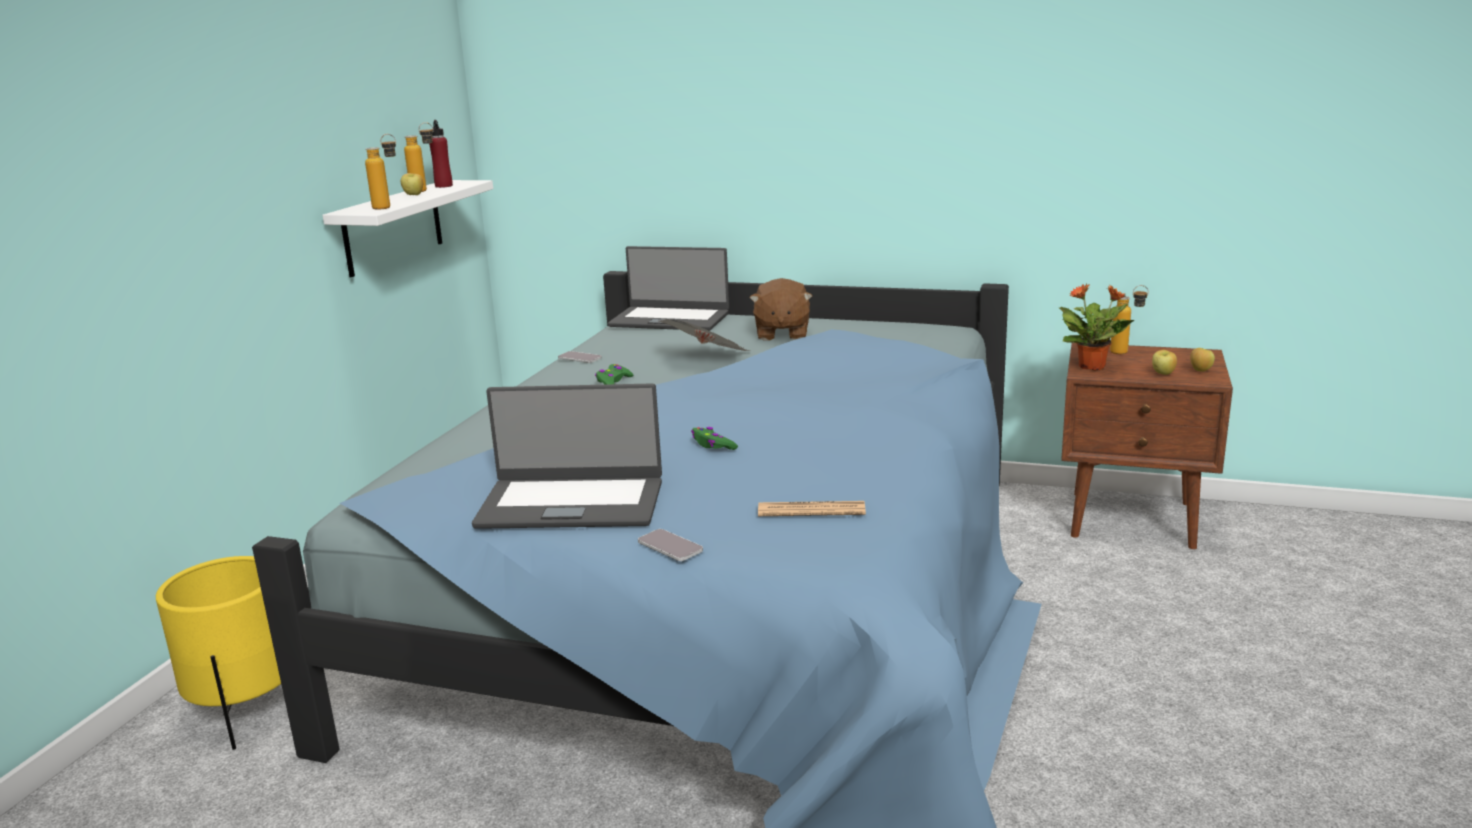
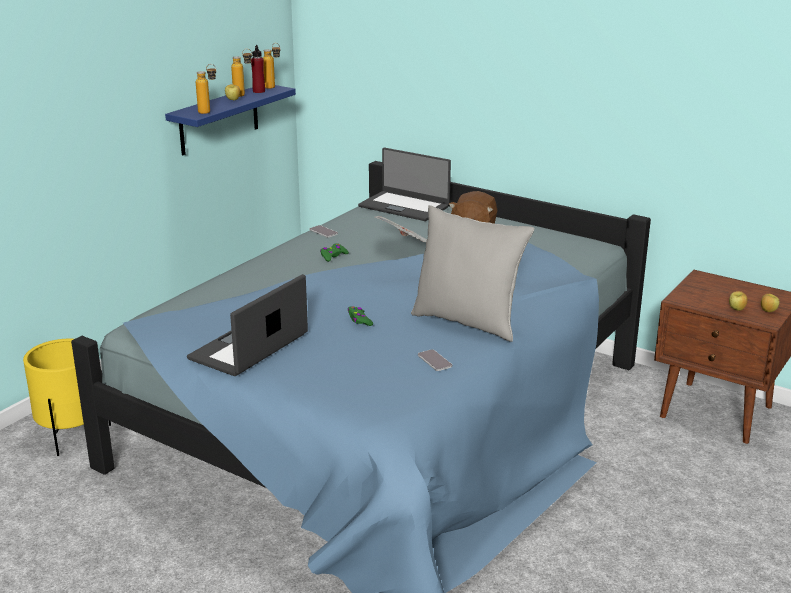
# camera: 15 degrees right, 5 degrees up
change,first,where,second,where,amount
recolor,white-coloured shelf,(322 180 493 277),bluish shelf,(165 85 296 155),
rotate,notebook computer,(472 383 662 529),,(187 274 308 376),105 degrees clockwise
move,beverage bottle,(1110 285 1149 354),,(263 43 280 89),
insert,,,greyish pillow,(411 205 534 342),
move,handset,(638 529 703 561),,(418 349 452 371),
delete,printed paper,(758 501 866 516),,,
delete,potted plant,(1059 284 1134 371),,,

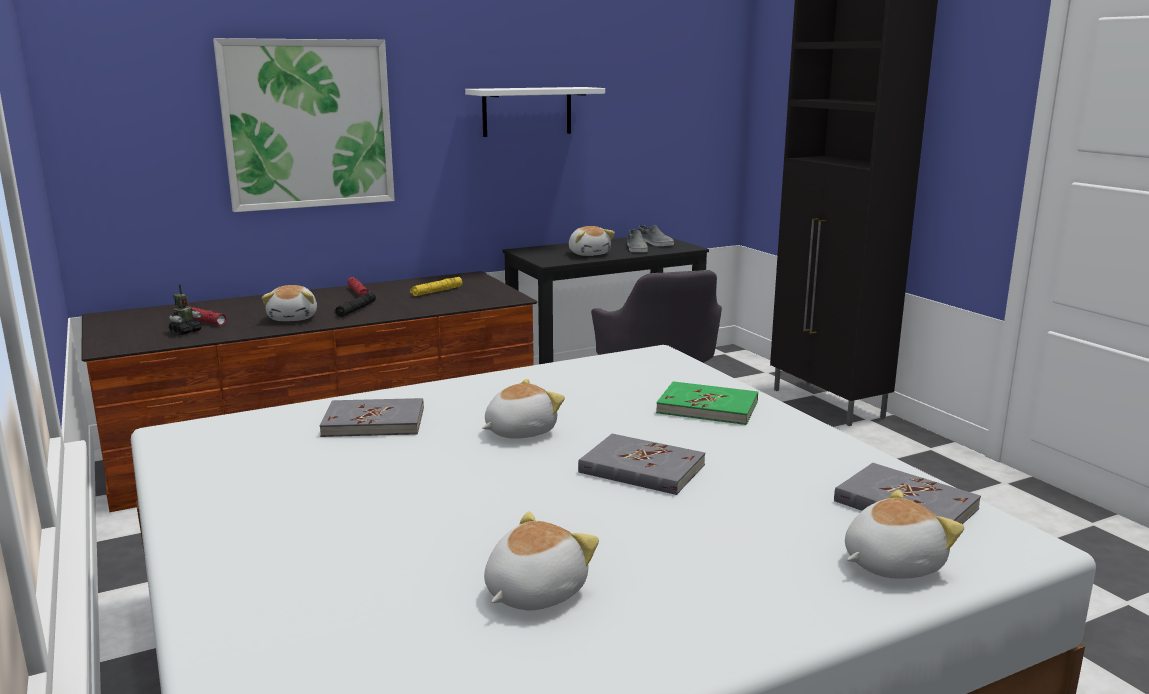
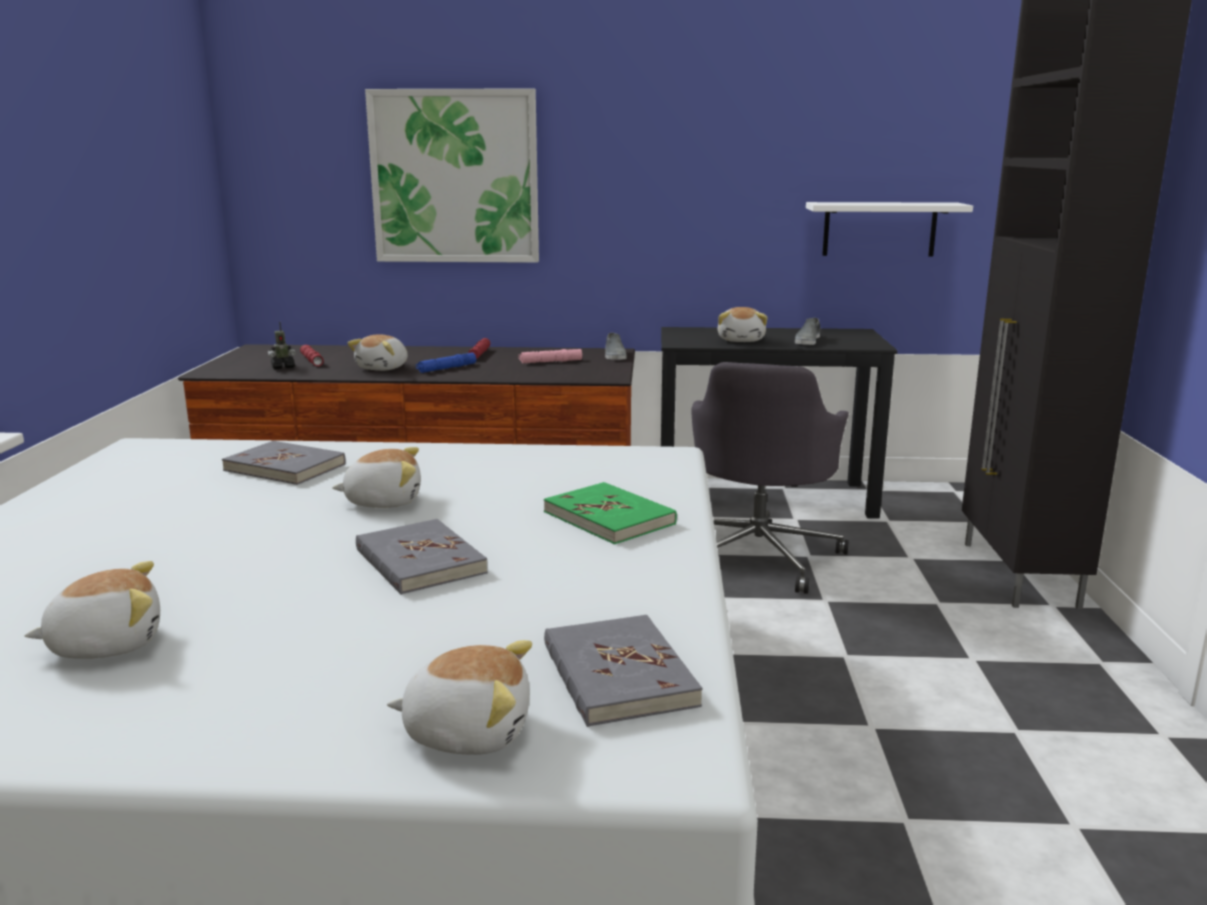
# camera: 30 degrees right, 0 degrees up
change,first,where,second,where,amount
recolor,black-coloured flashlight,(334 292 376 317),bluish flashlight,(416 353 476 373),
recolor,yellowish flashlight,(410 277 462 296),pink flashlight,(518 349 582 364),
move,greyish low shoe,(638 225 674 246),,(605 333 626 360),
move,white-coloured shelf,(465 87 605 137),,(806 202 973 256),

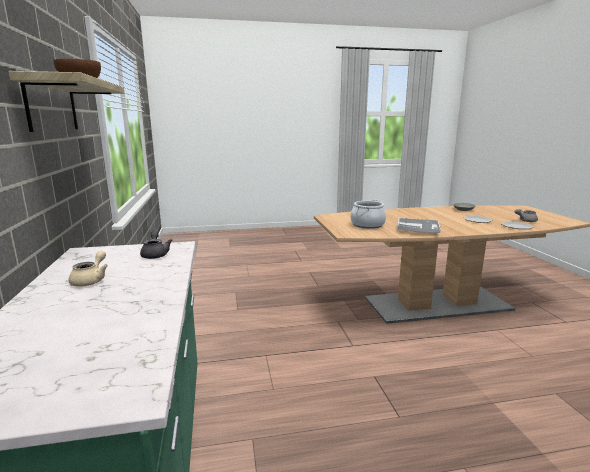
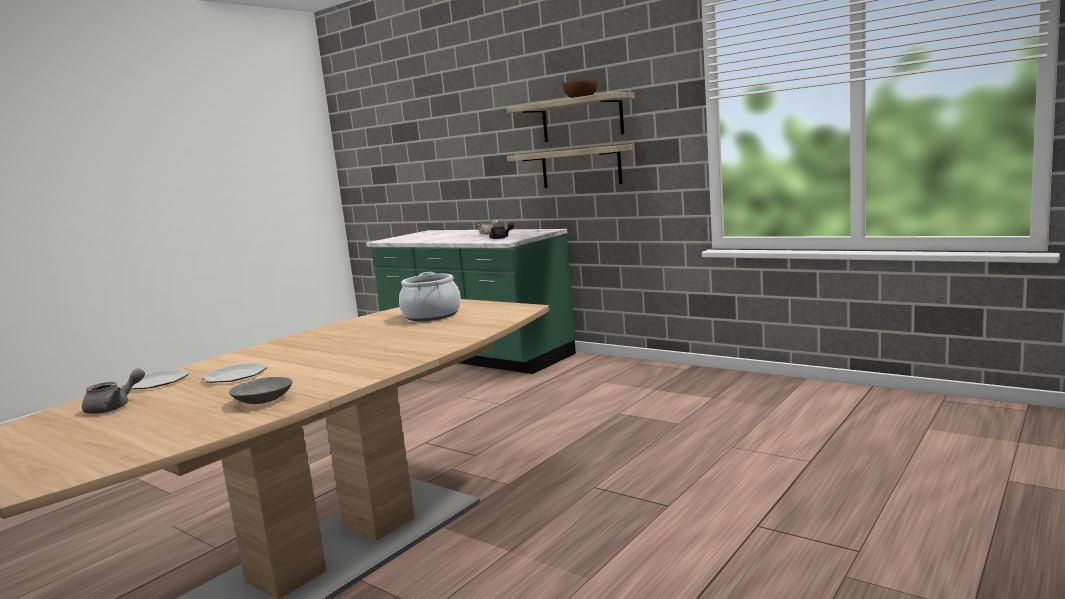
# camera: 140 degrees right, 5 degrees down
change,first,where,second,where,amount
insert,,,shelf,(507 144 633 188),
delete,greyish carrying tray,(398 218 441 233),,,

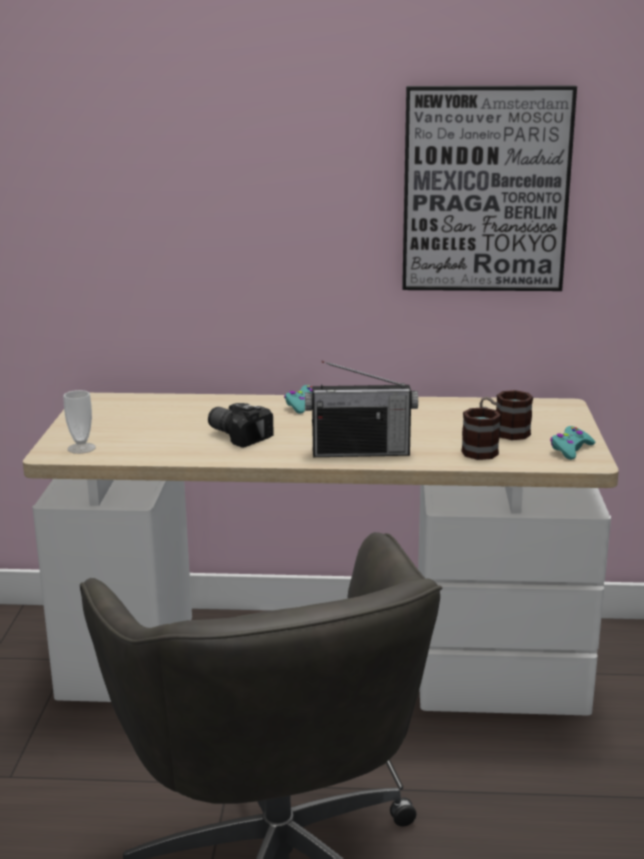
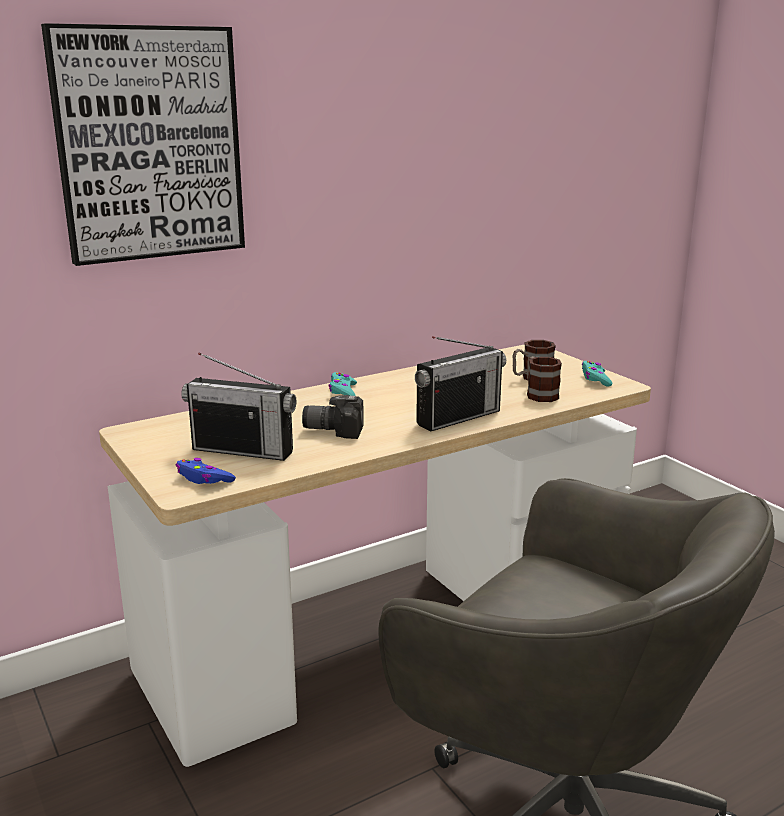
# camera: 35 degrees left, 0 degrees up
change,first,where,second,where,amount
move,picture,(402 85 577 291),,(41 23 245 266),
replace,small cup,(63 390 96 454),bluish joypad,(175 458 236 484),
insert,,,radio set,(181 352 296 461),

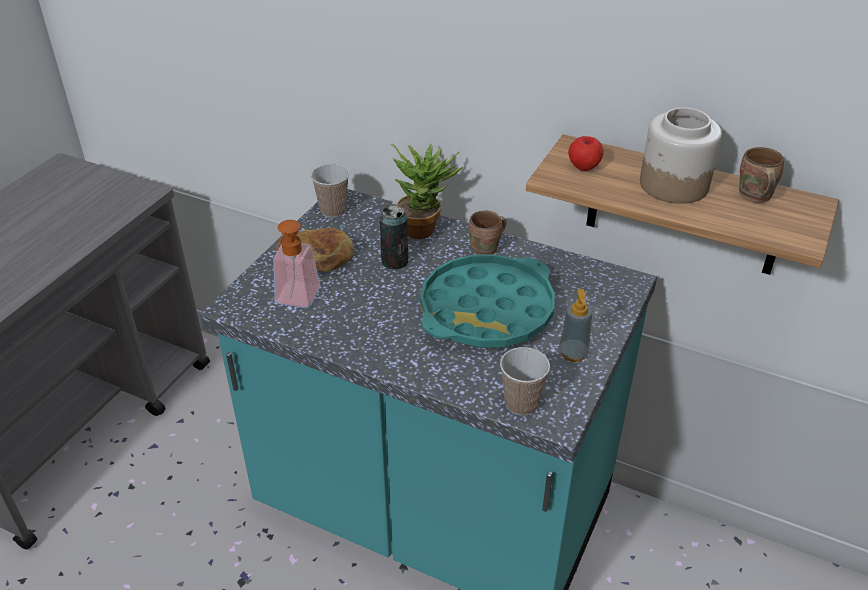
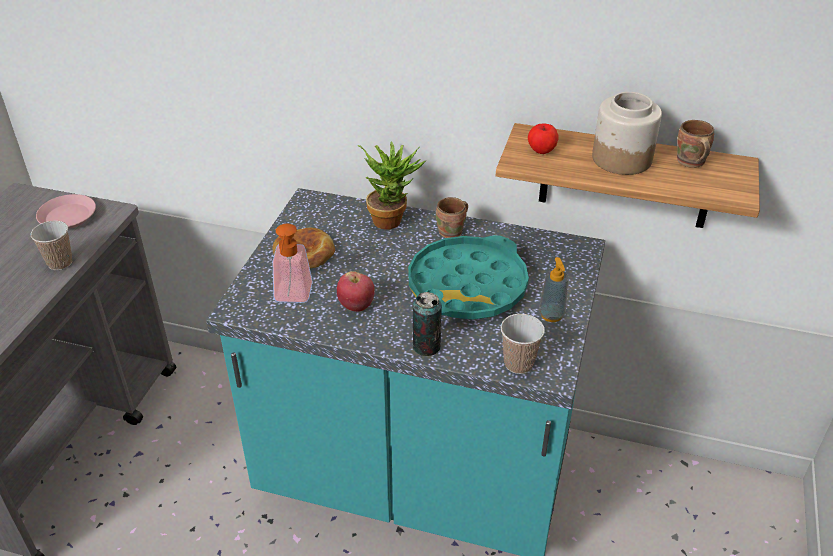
# camera: 10 degrees left, 0 degrees up
change,first,where,second,where,amount
move,small cup,(311 164 349 218),,(31 220 72 270),
insert,,,pink dinner plate,(36 194 96 229),
insert,,,whole apple,(337 271 375 312),
move,can,(380 205 408 269),,(413 292 442 356),

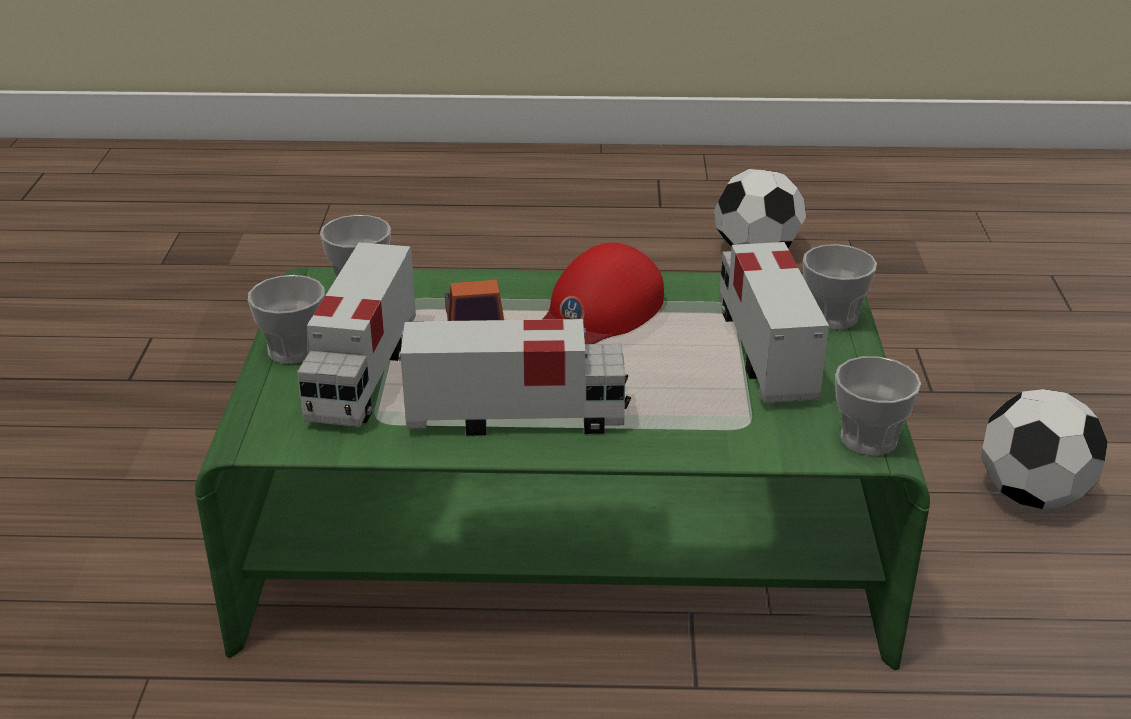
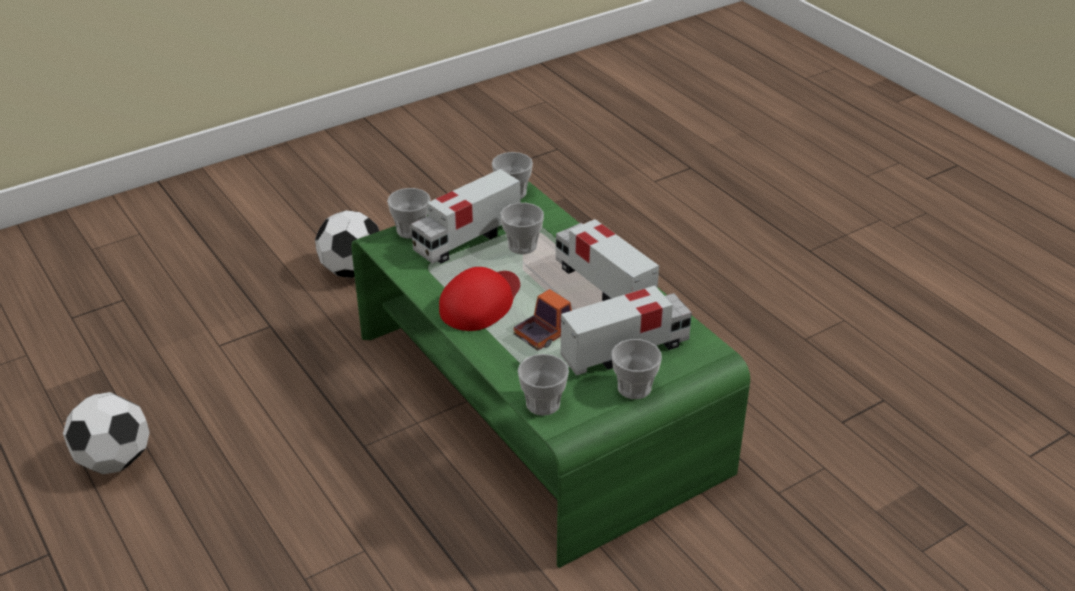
# camera: 125 degrees left, 5 degrees up
change,first,where,second,where,amount
rotate,reddish baseball cap,(542 243 664 344),,(439 267 520 331),60 degrees counterclockwise
insert,,,small cup,(501 203 544 254),

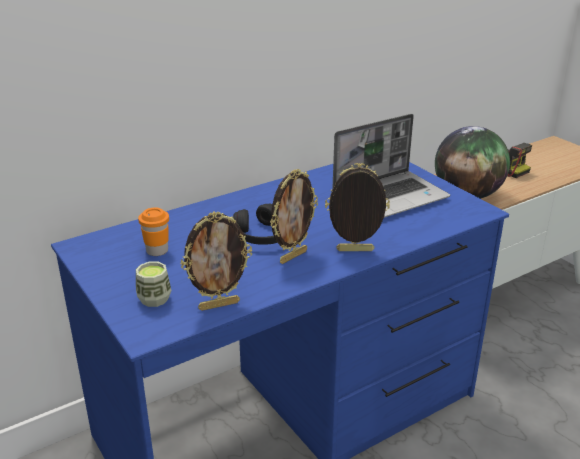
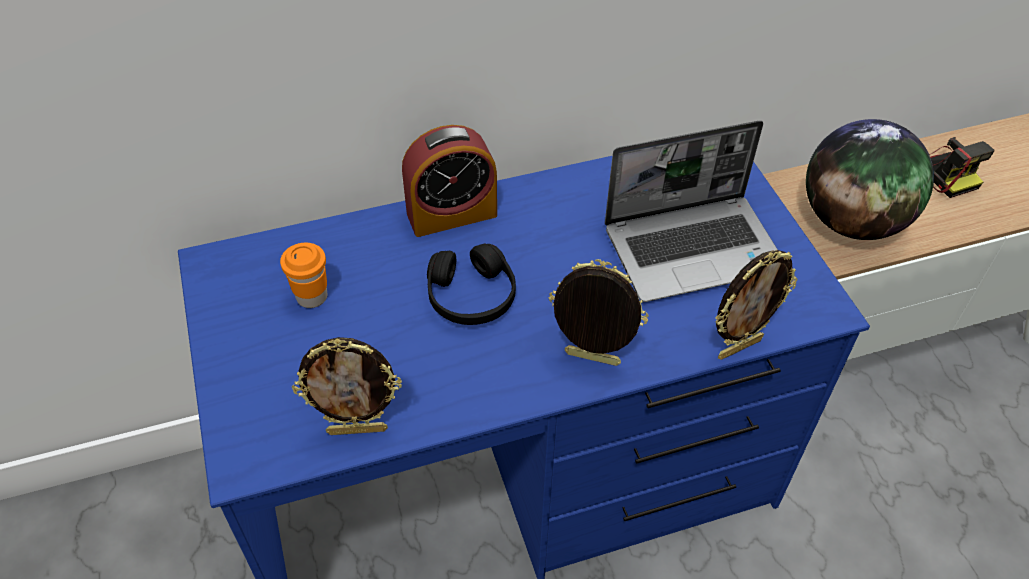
# camera: 15 degrees right, 20 degrees up
change,first,where,second,where,amount
insert,,,alarm clock,(402 125 497 237),
move,standing frame,(270 169 318 264),,(715 250 798 360),
delete,small cup,(136 262 172 307),,,

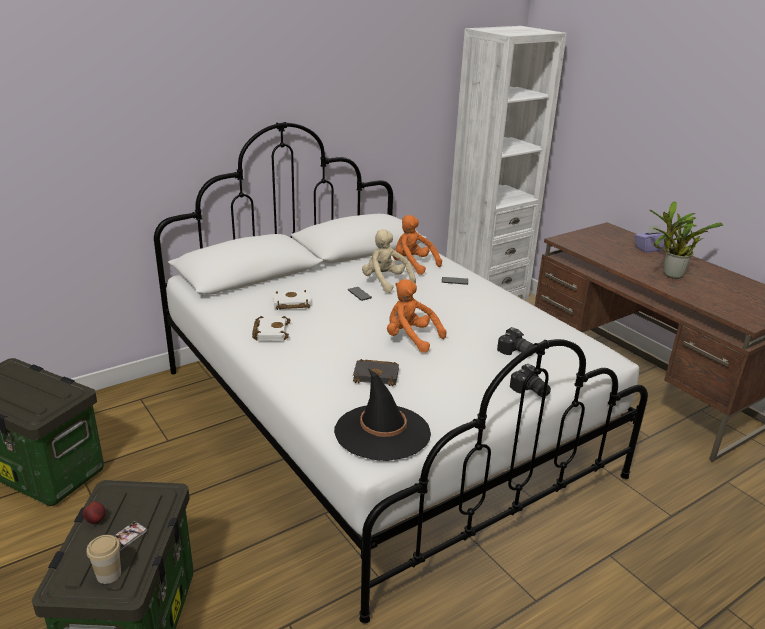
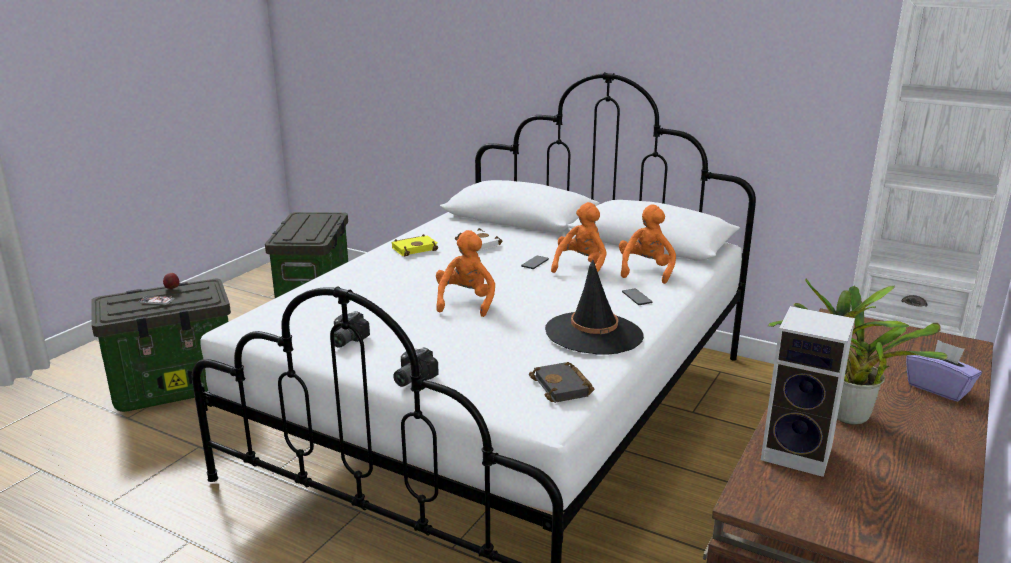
# camera: 65 degrees right, 5 degrees down
change,first,where,second,where,amount
move,photo camera,(497 327 534 356),,(334 311 370 348),
recolor,white-coloured volume,(252 316 290 341),yellowish volume,(392 234 438 257),
move,black-coloured volume,(353 359 399 386),,(529 362 594 403),
move,black-coloured hat,(334 368 431 461),,(545 260 644 355),
recolor,beige-coloured soft toy,(362 229 416 293),orange soft toy,(551 202 607 273),
insert,,,audio speaker,(761 306 855 477),
delete,small cup,(86 535 121 584),,,

